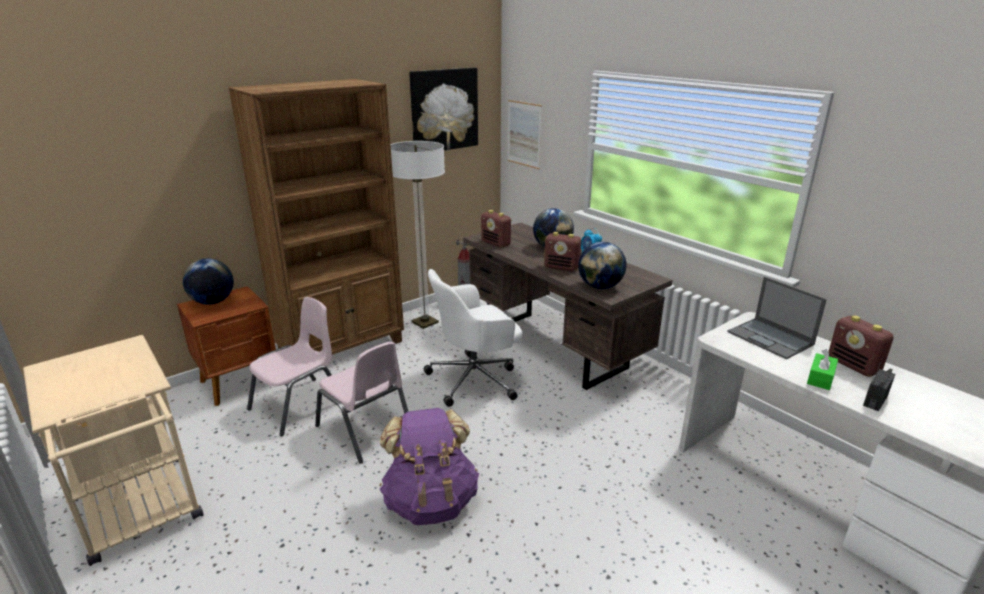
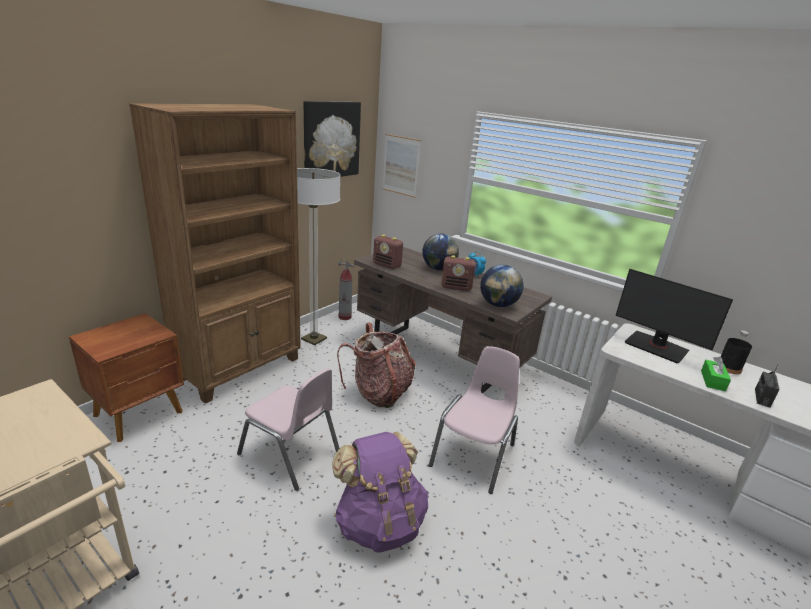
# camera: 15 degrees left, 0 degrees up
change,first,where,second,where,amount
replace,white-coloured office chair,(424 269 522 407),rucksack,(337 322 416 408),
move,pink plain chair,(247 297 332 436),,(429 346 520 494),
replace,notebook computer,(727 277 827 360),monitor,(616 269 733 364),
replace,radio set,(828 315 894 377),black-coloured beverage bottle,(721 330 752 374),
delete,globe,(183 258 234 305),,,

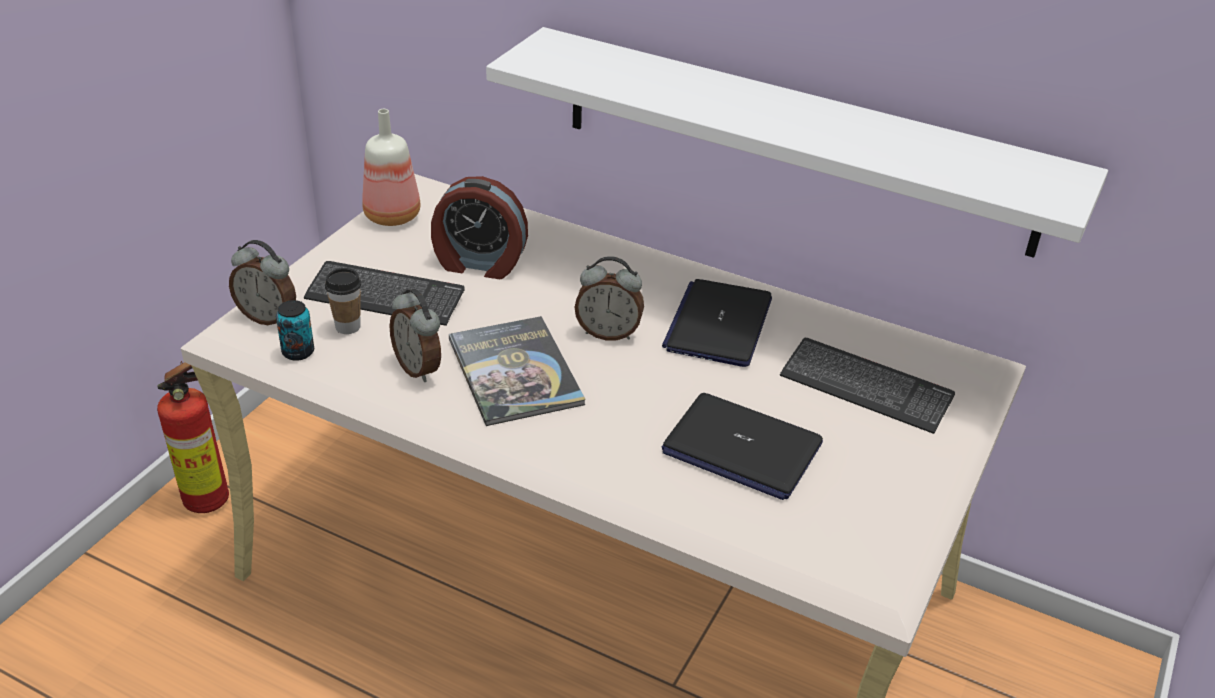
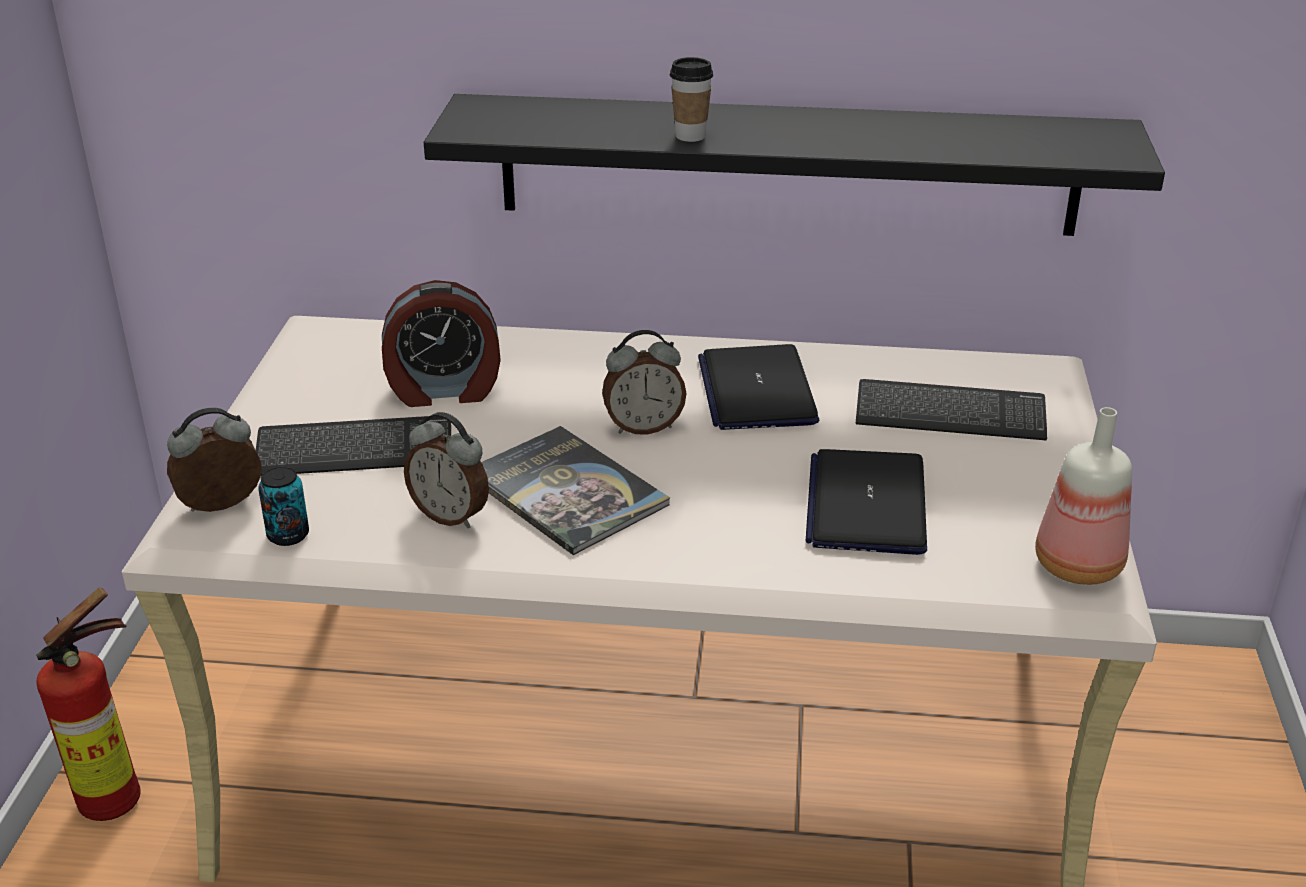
# camera: 20 degrees left, 5 degrees down
change,first,where,second,where,amount
rotate,alarm clock,(229 240 296 325),,(167 408 262 512),150 degrees clockwise
recolor,white-coloured shelf,(486 27 1108 258),black-coloured shelf,(424 94 1165 236),
move,small cup,(325 268 361 334),,(670 57 713 142),
rotate,notebook computer,(662 393 823 500),,(806 449 927 555),90 degrees clockwise
move,beverage bottle,(362 109 420 226),,(1035 407 1132 585),

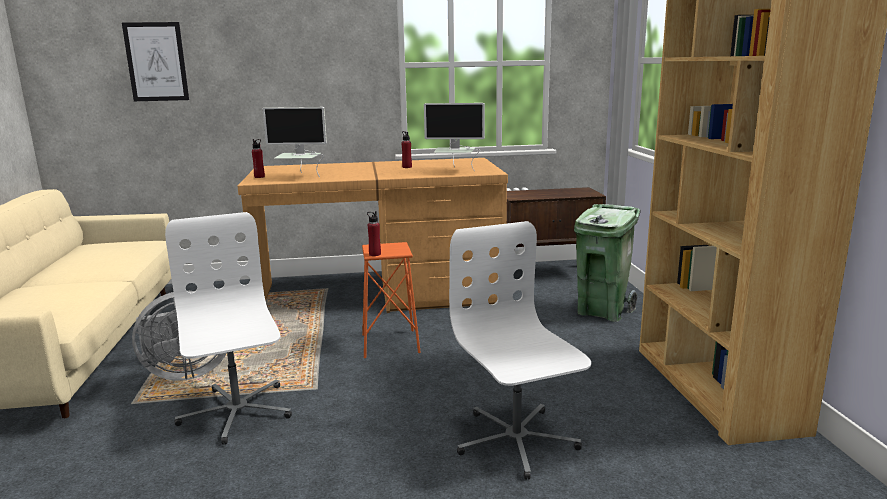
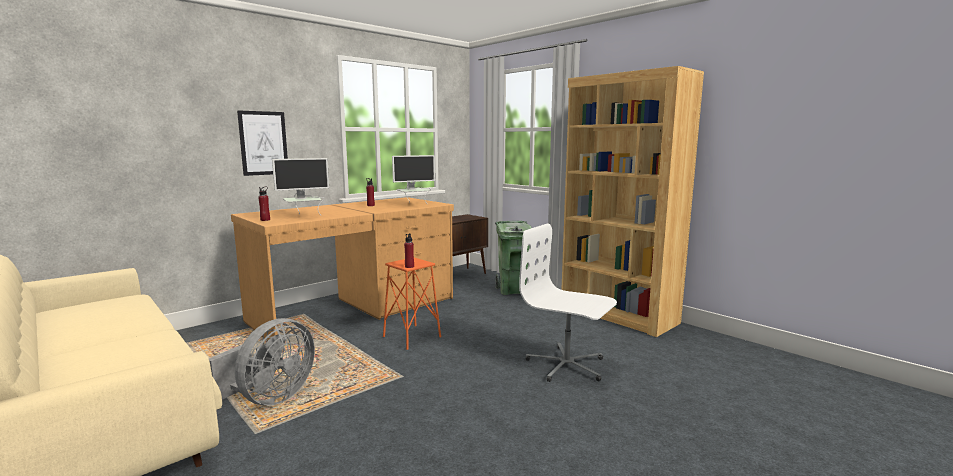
# camera: 35 degrees left, 5 degrees down
change,first,where,second,where,amount
move,picture,(122 22 189 101),,(237 111 288 176),
delete,white-coloured office chair,(165 212 292 445),,,

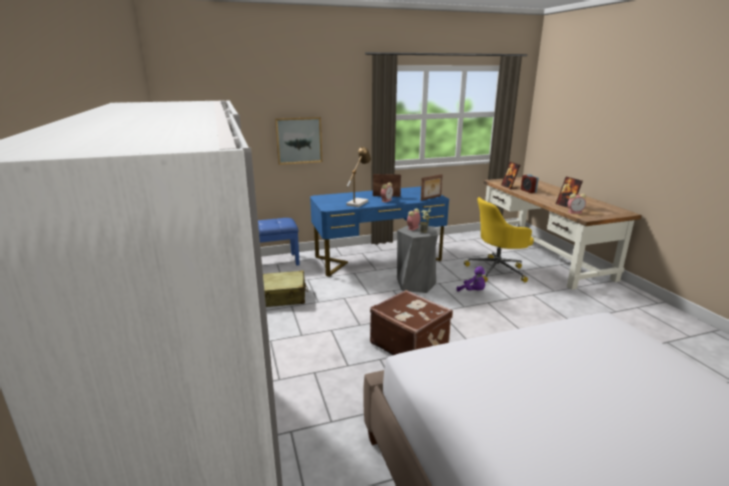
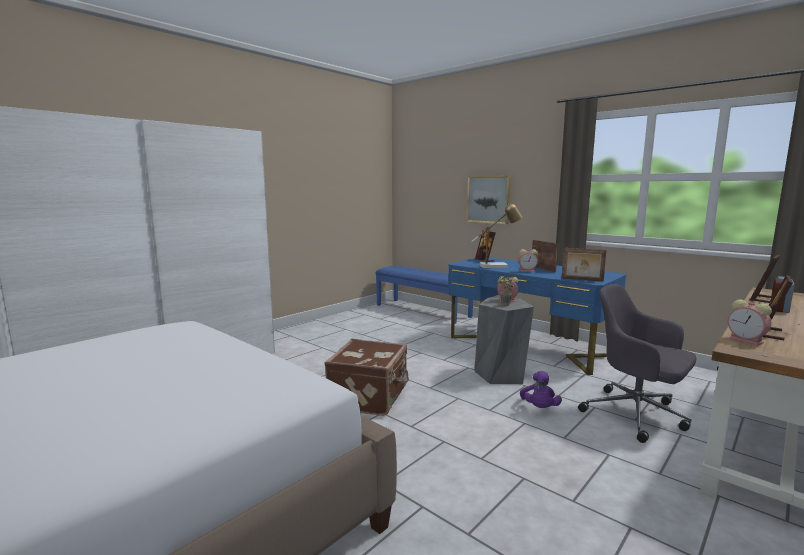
# camera: 60 degrees right, 10 degrees down
change,first,where,second,where,amount
insert,,,standing frame,(475 230 496 262),
recolor,yellowish office chair,(464 197 534 282),greyish office chair,(578 284 696 443),
delete,beige-coloured suitcase,(263 270 308 307),,,

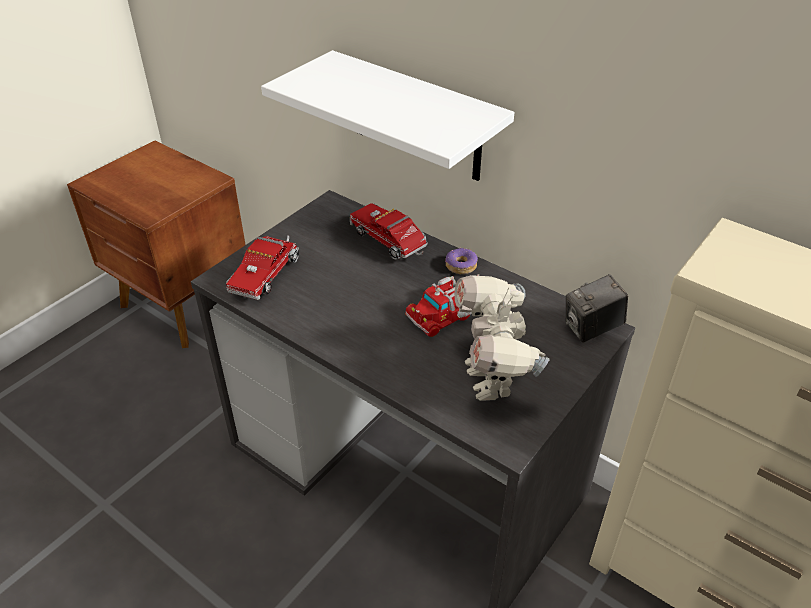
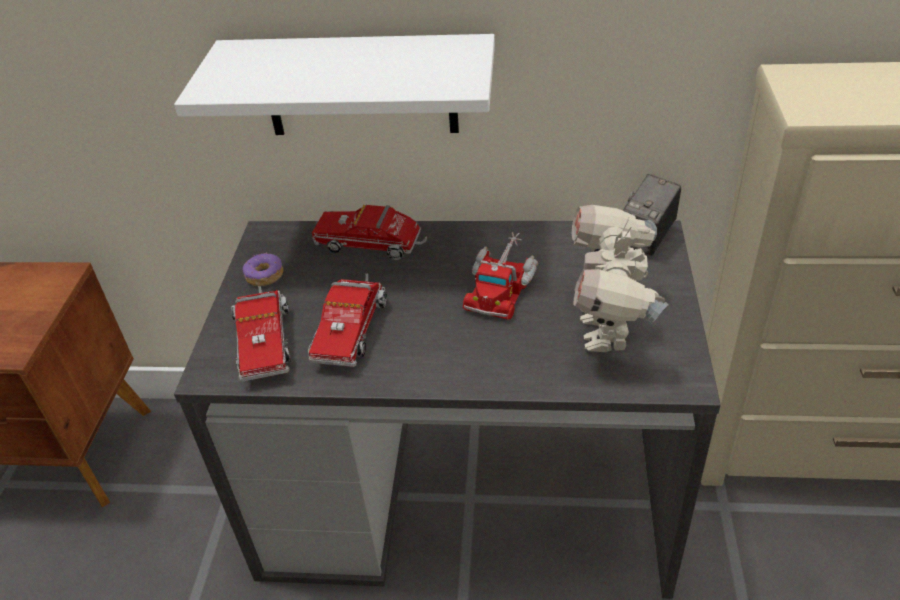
# camera: 30 degrees left, 0 degrees up
change,first,where,second,where,amount
move,doughnut,(445 247 478 274),,(243 253 283 286),
insert,,,toy lorry,(308 273 387 367),
rotate,robot figure,(454 275 550 401),,(572 205 669 352),45 degrees clockwise

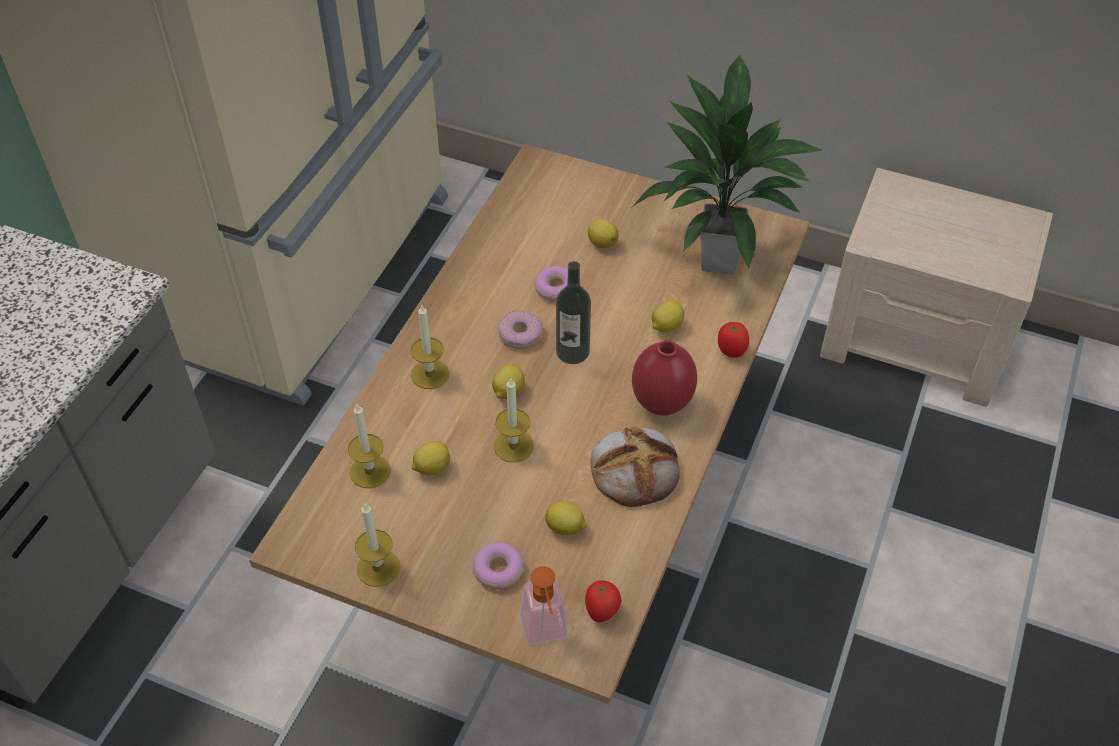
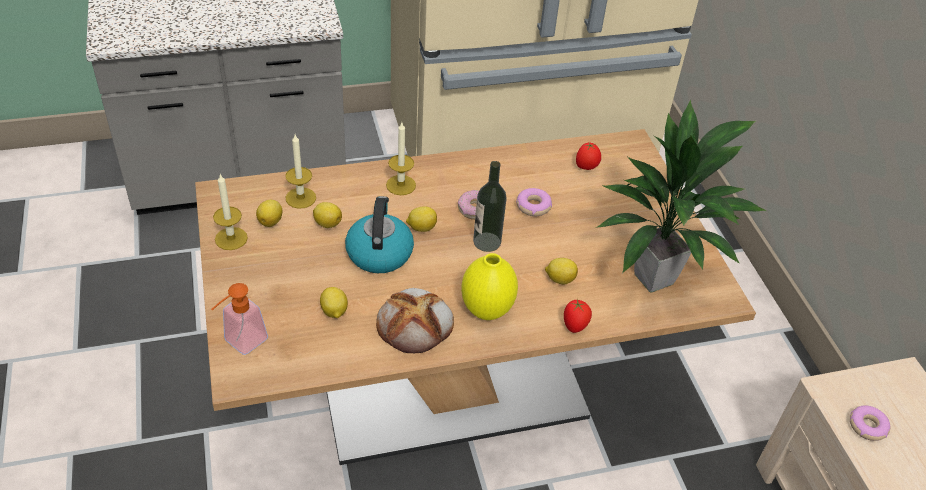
# camera: 50 degrees right, 5 degrees down
change,first,where,second,where,amount
move,whole lemon,(588 219 619 249),,(256 200 283 227),
replace,wax candle,(494 377 534 463),kettle,(345 196 414 273),
recolor,reddish decorative vase,(632 340 697 416),yellowish decorative vase,(461 253 518 320),
move,fresh tomato,(585 580 622 622),,(576 143 601 170),
move,doughnut,(473 542 524 589),,(850 405 890 441),

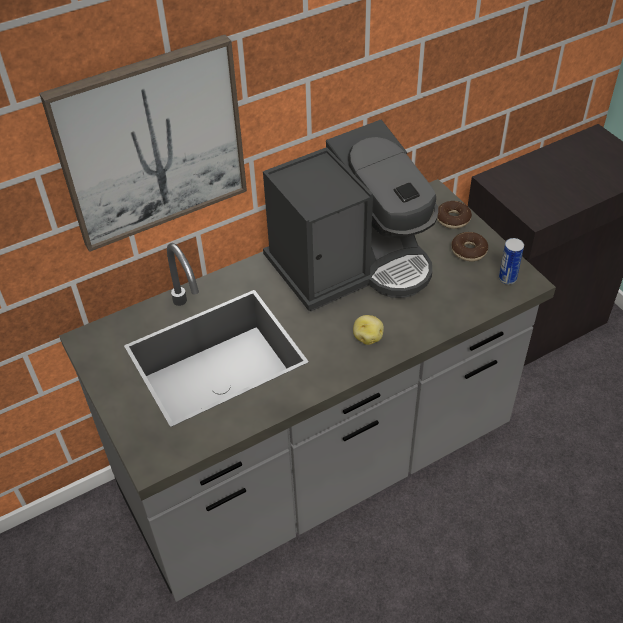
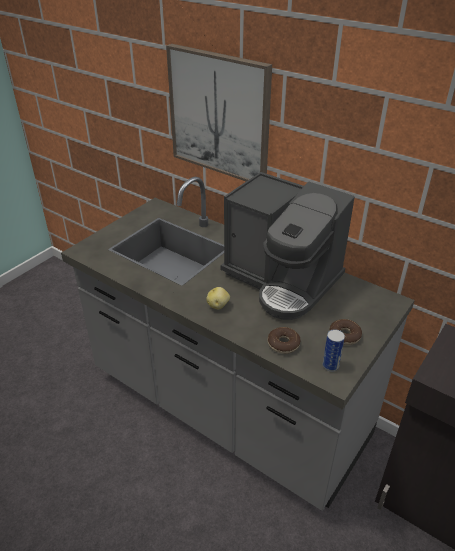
# camera: 65 degrees right, 10 degrees down
change,first,where,second,where,amount
move,doughnut,(437 201 472 229),,(268 327 301 354),

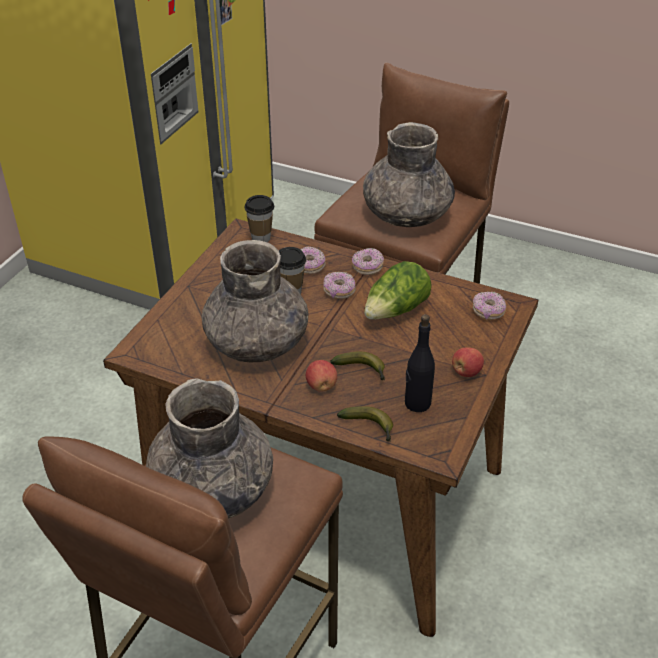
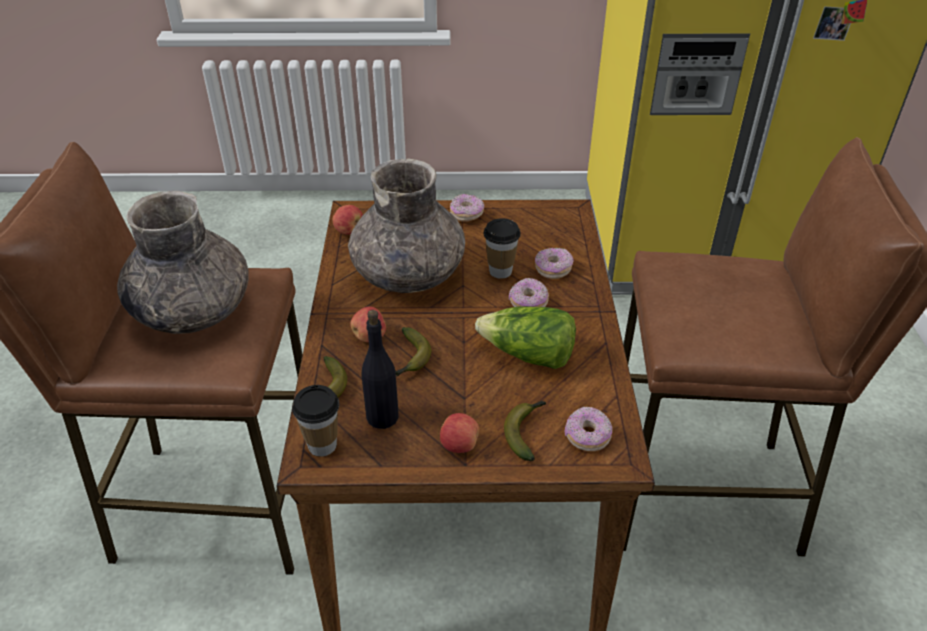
# camera: 65 degrees right, 0 degrees up
change,first,where,second,where,amount
move,small cup,(244 195 274 242),,(292 385 340 457),
insert,,,whole apple,(332 205 363 235),
move,doughnut,(352 248 384 275),,(450 194 484 221),
insert,,,whole banana,(504 401 546 461),
delete,greyish decorative vase,(363 122 455 227),,,

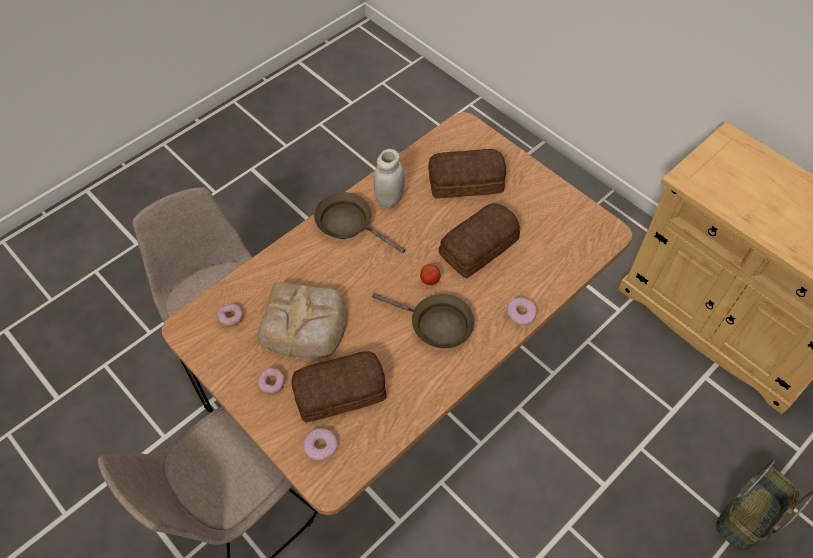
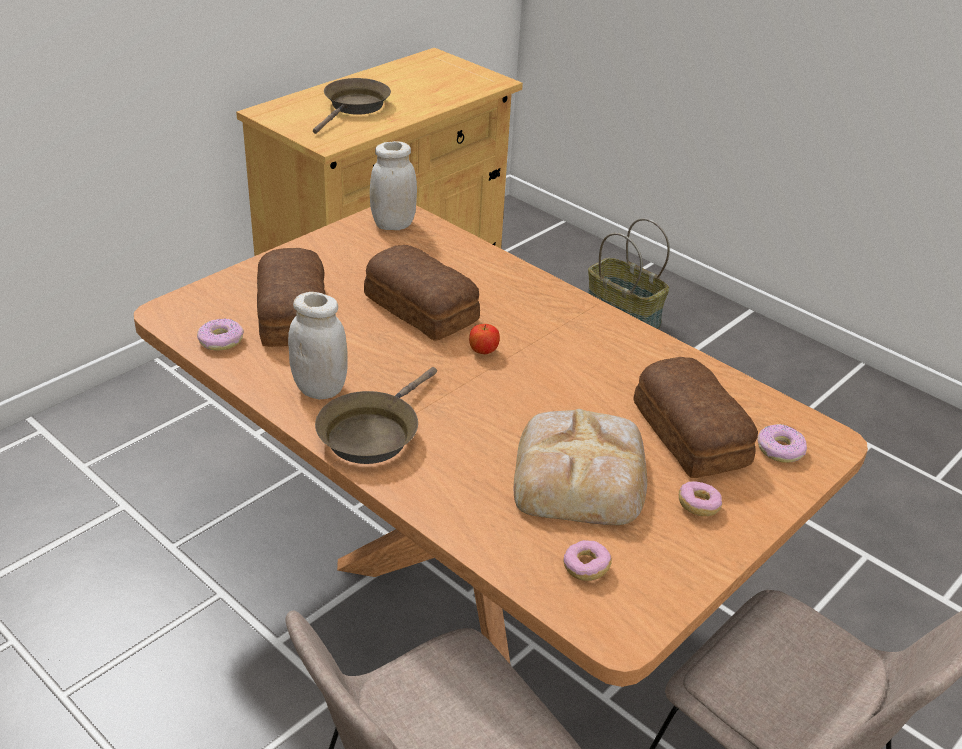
# camera: 95 degrees left, 20 degrees down
change,first,where,second,where,amount
move,doughnut,(507 297 537 325),,(197 318 244 351),
move,brownish pan,(372 293 475 349),,(313 78 391 134),
insert,,,white-coloured storage jar,(370 141 417 230),

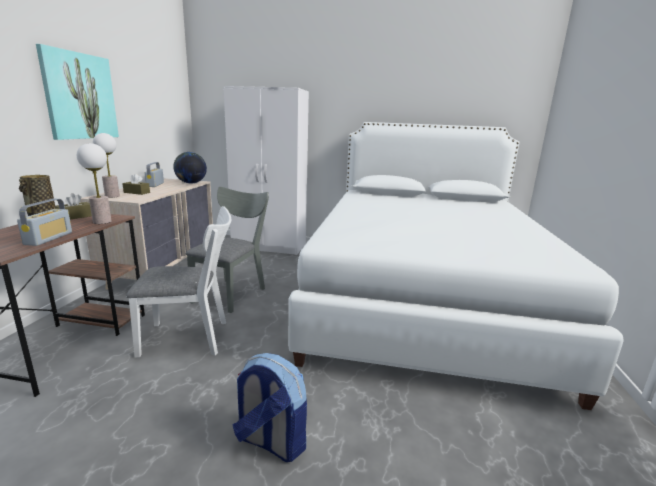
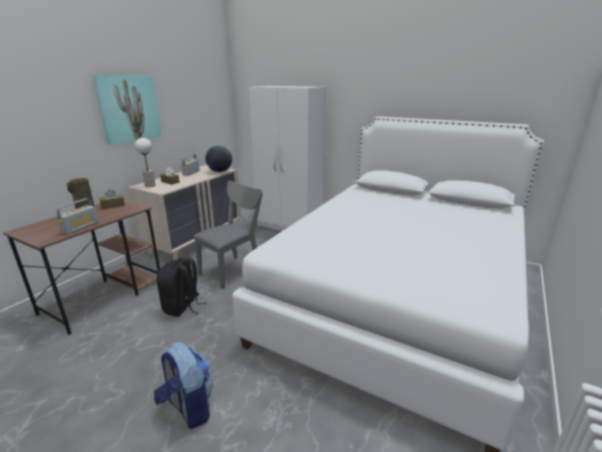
# camera: 20 degrees right, 5 degrees up
change,first,where,second,where,amount
replace,white-coloured plain chair,(126 206 231 358),black-coloured rucksack,(157 258 206 317),
delete,lamp for a table,(77 143 112 224),,,

